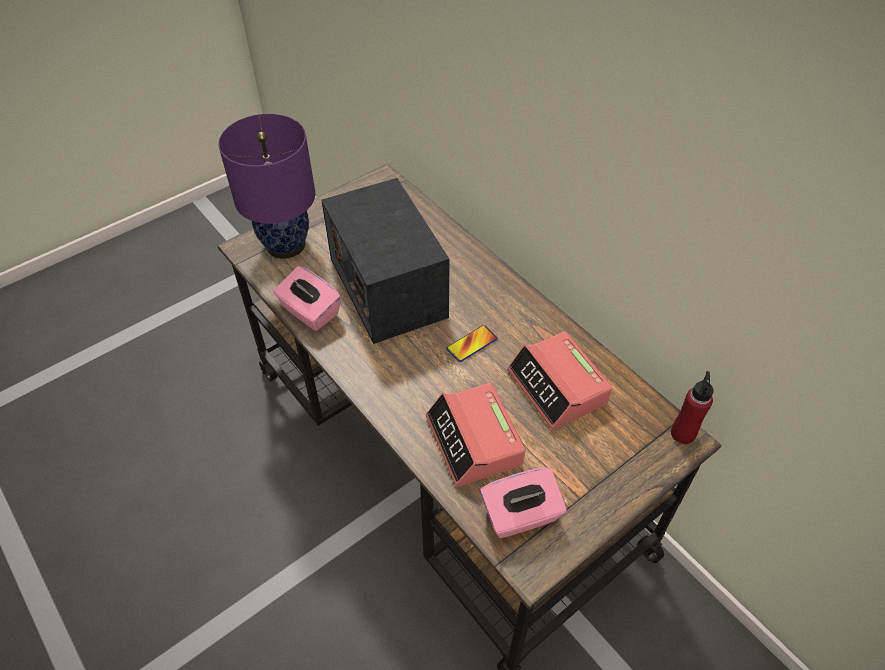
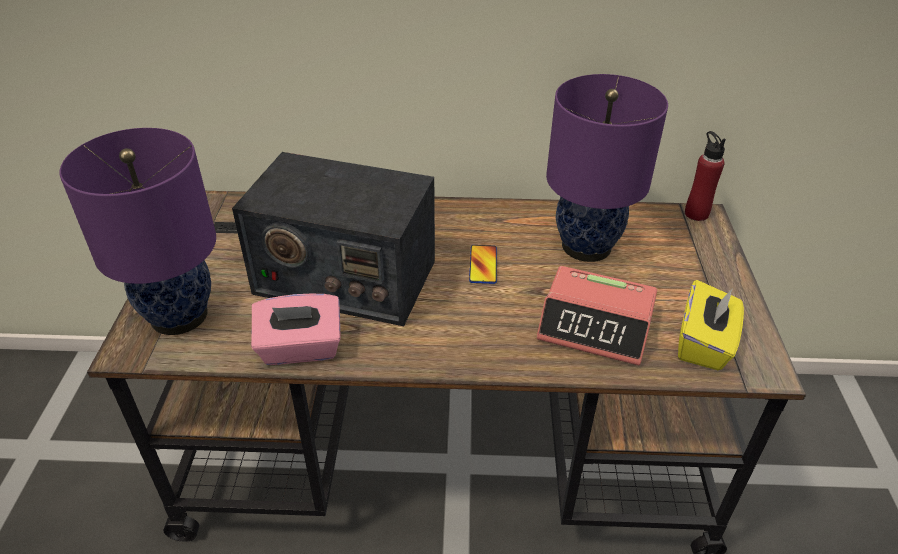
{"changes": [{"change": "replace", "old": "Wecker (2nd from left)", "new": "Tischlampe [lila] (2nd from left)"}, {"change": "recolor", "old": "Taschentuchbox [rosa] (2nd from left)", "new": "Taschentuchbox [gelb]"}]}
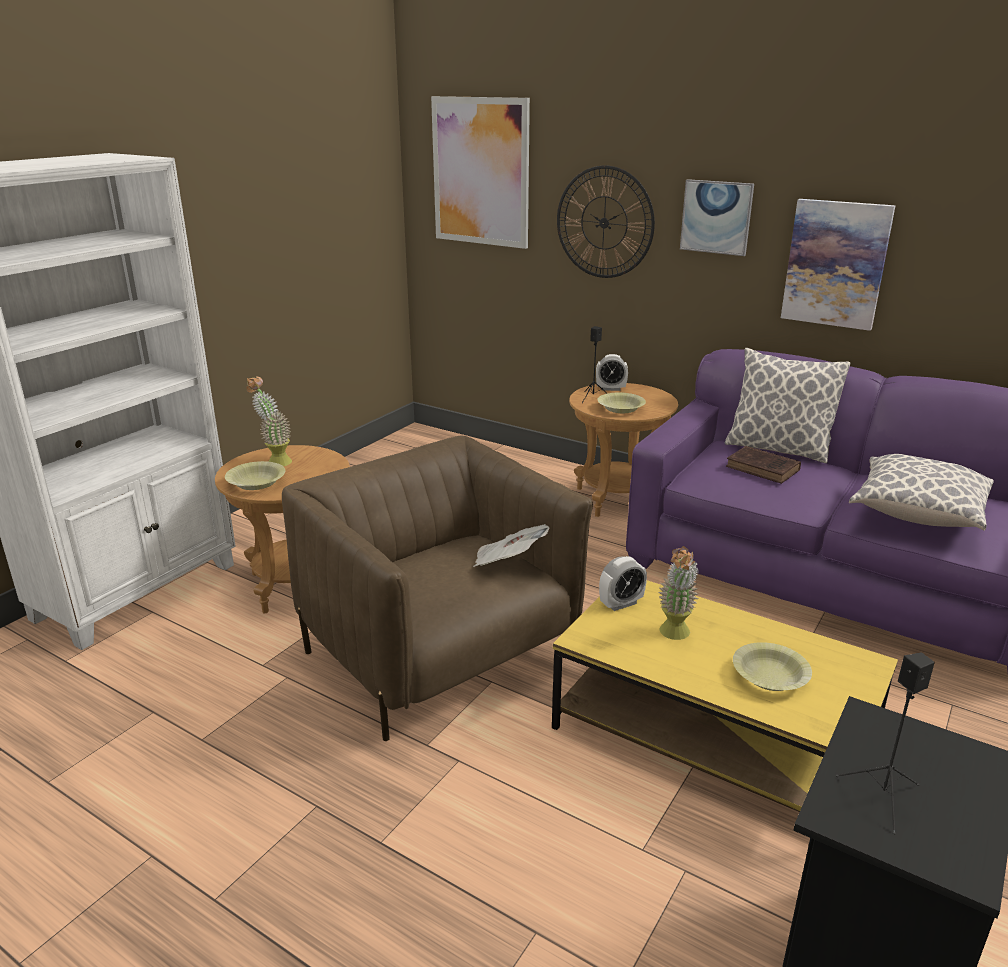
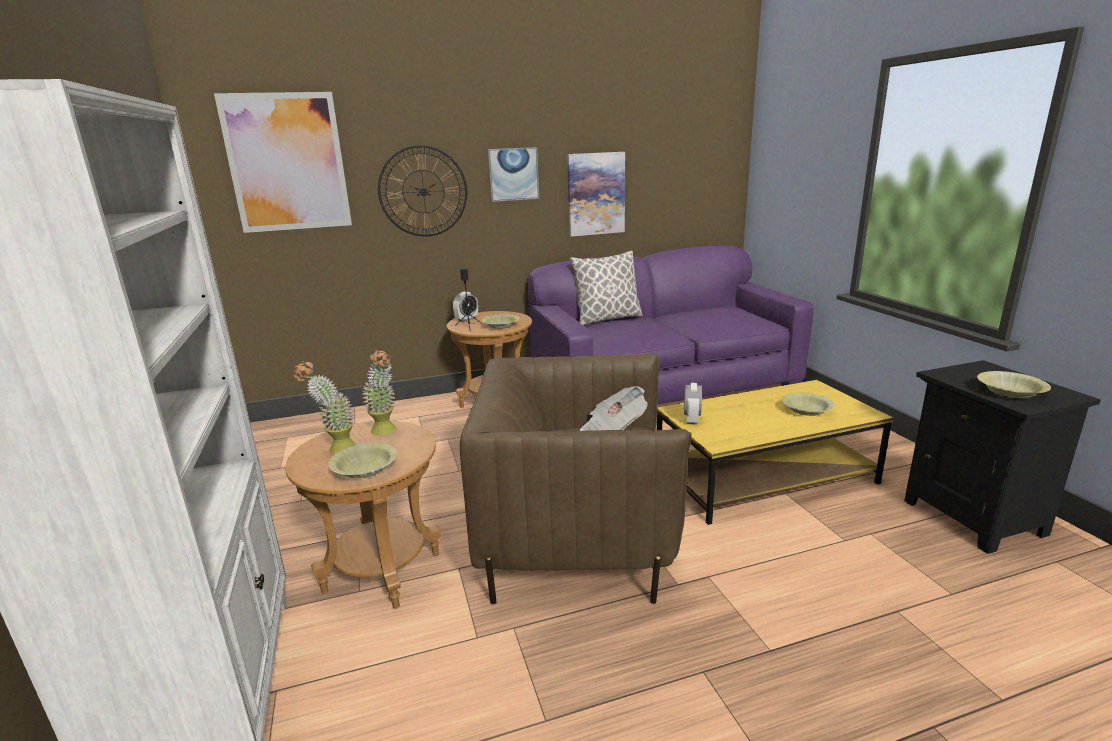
{"changes": [{"change": "delete", "old": "Buch [braun]"}, {"change": "delete", "old": "Kissen (2nd from left)"}, {"change": "move", "old": "Topfpflanze (2nd from left)"}, {"change": "replace", "old": "Lautsprecher [schwarz] (2nd from left)", "new": "Schüssel [gelb] (4th from left)"}]}
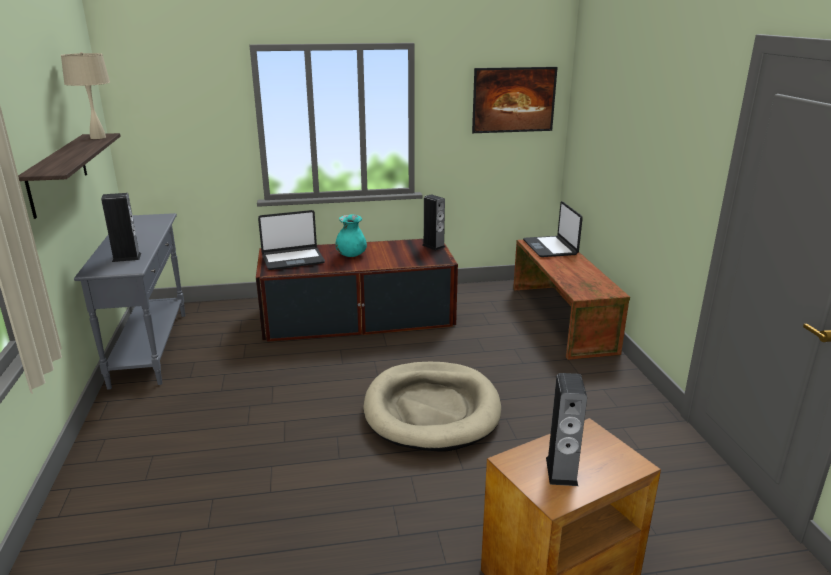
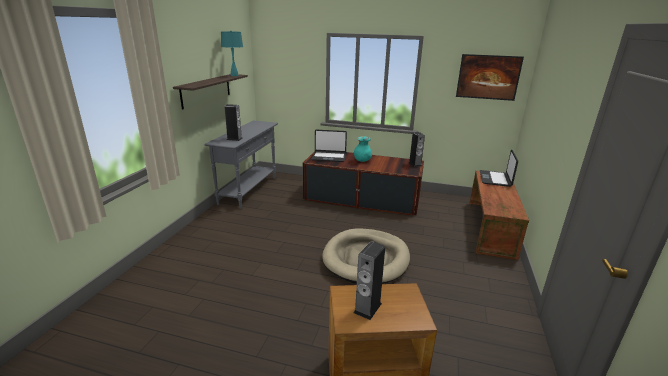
{"changes": [{"change": "recolor", "old": "Tischlampe [beige]", "new": "Tischlampe [türkis]"}]}
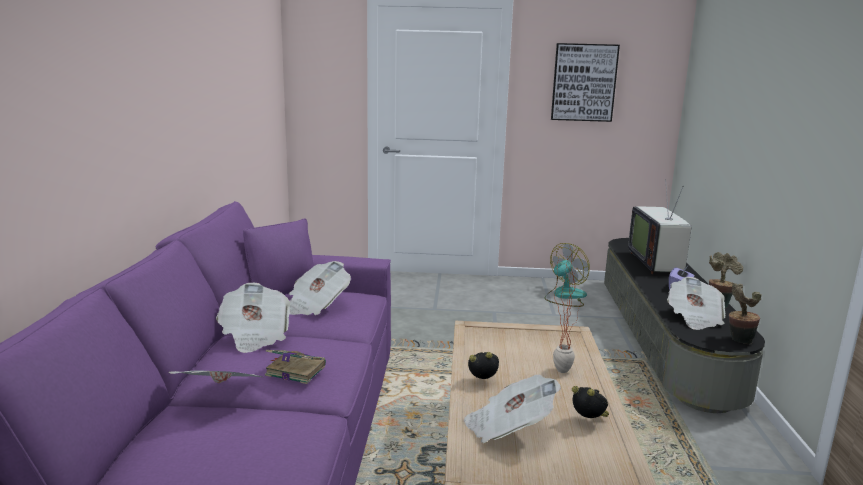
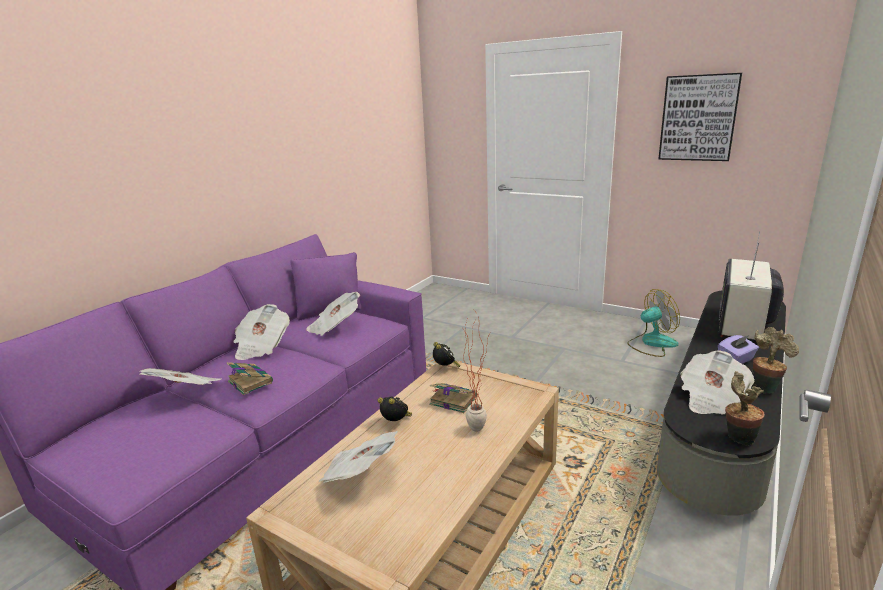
{"changes": [{"change": "insert", "new": "Buch (2nd from left)"}, {"change": "move", "old": "Wecker (2nd from left)"}]}
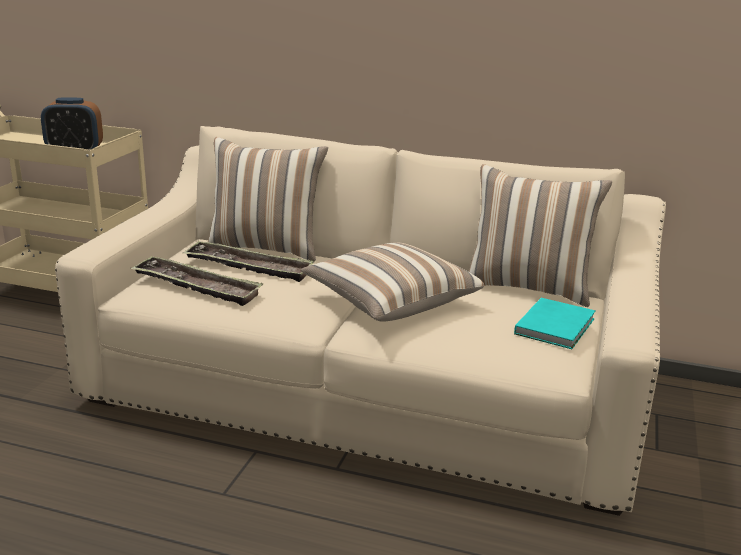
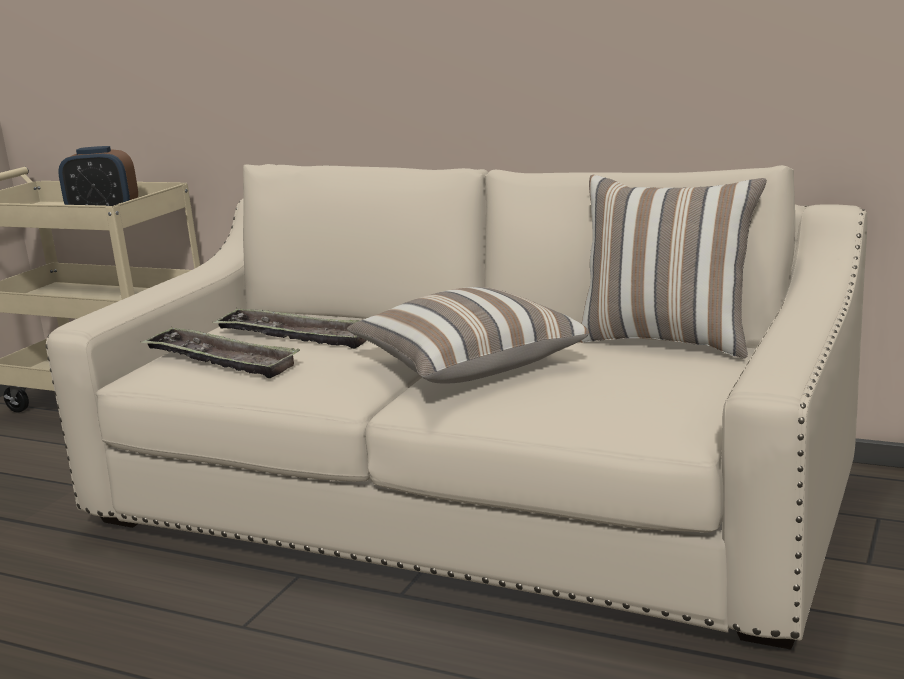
{"changes": [{"change": "delete", "old": "Kissen (1st from left)"}, {"change": "delete", "old": "Buch [türkis]"}]}
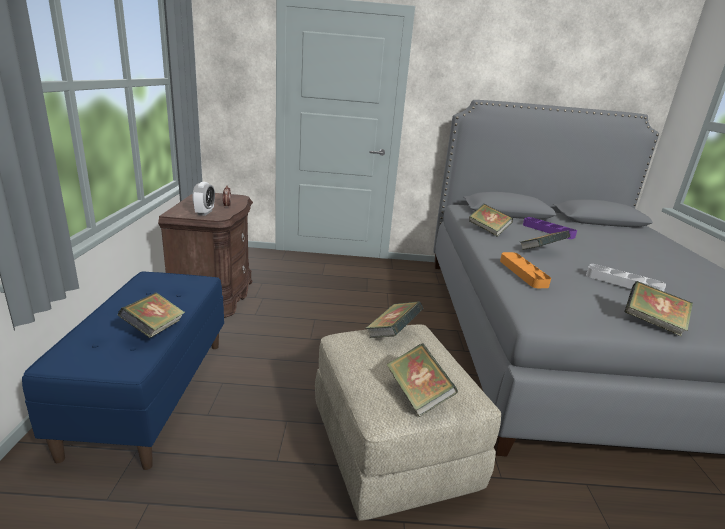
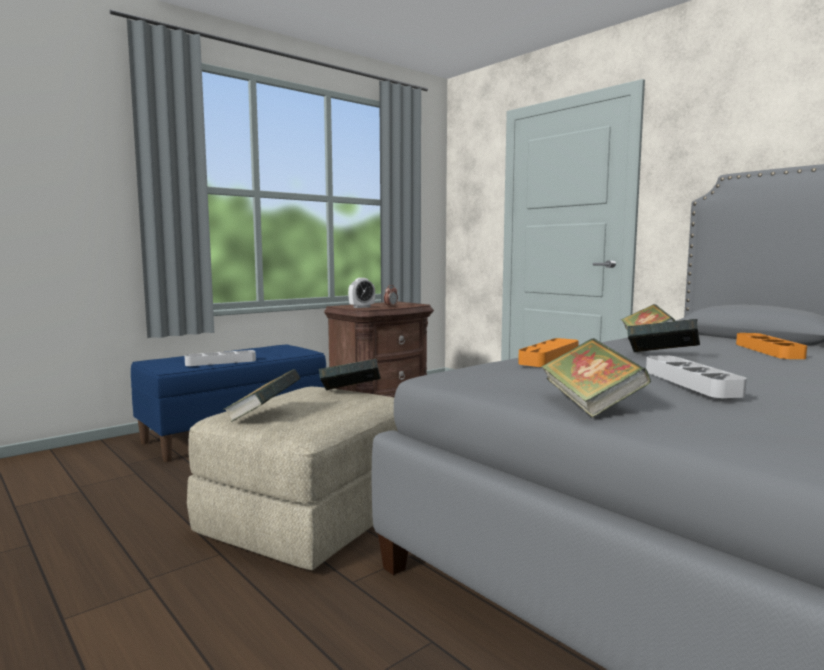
{"changes": [{"change": "replace", "old": "Buch (1st from left)", "new": "Tablett [grau] (1st from left)"}, {"change": "recolor", "old": "Tablett [lila]", "new": "Tablett [orange] (2nd from left)"}]}
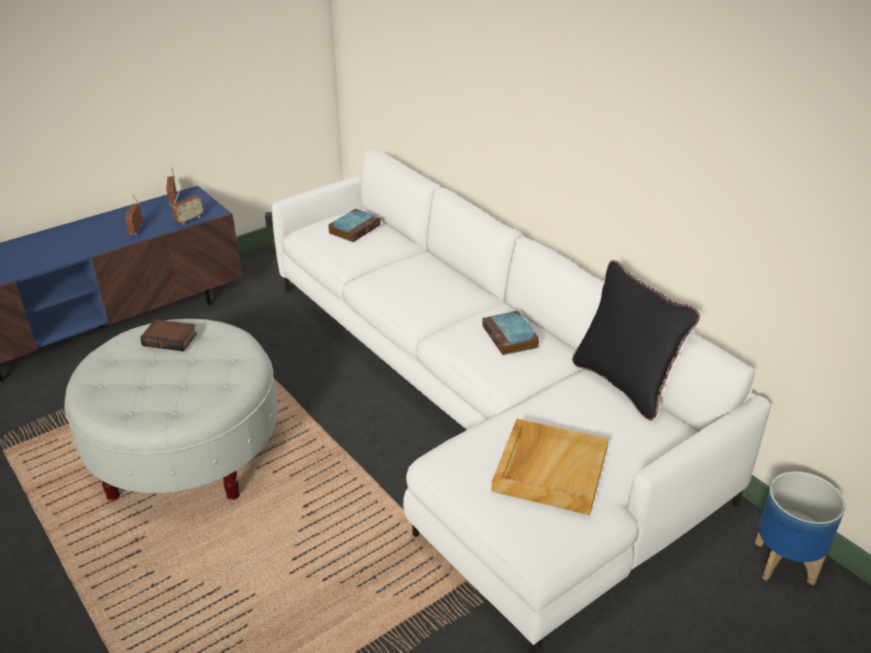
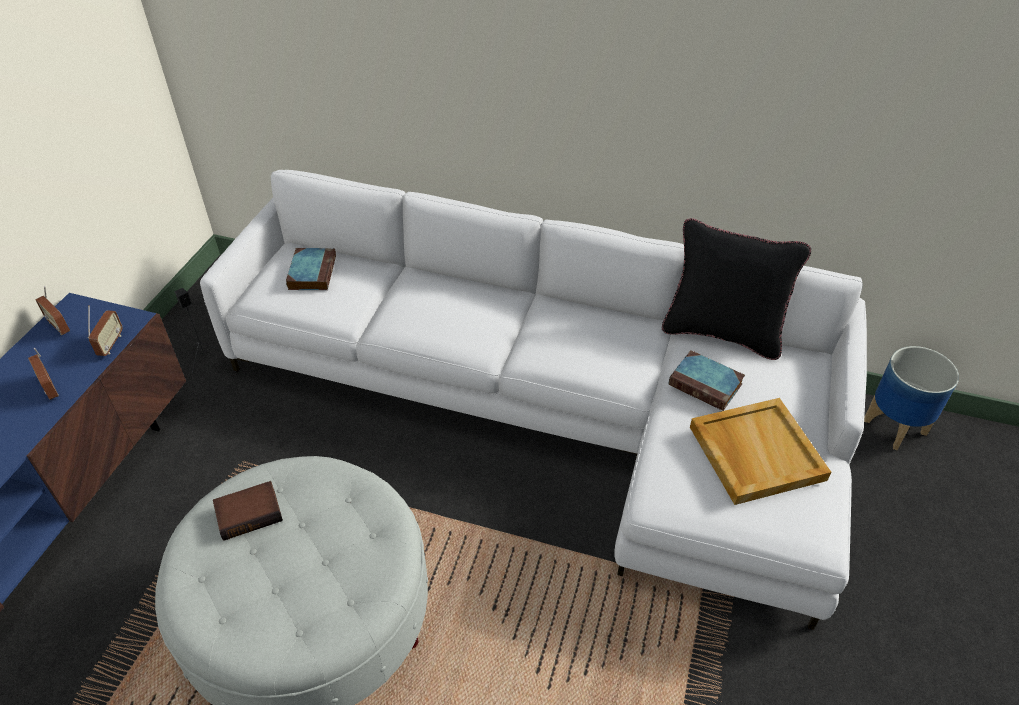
{"changes": [{"change": "move", "old": "Buch (3rd from left)"}]}
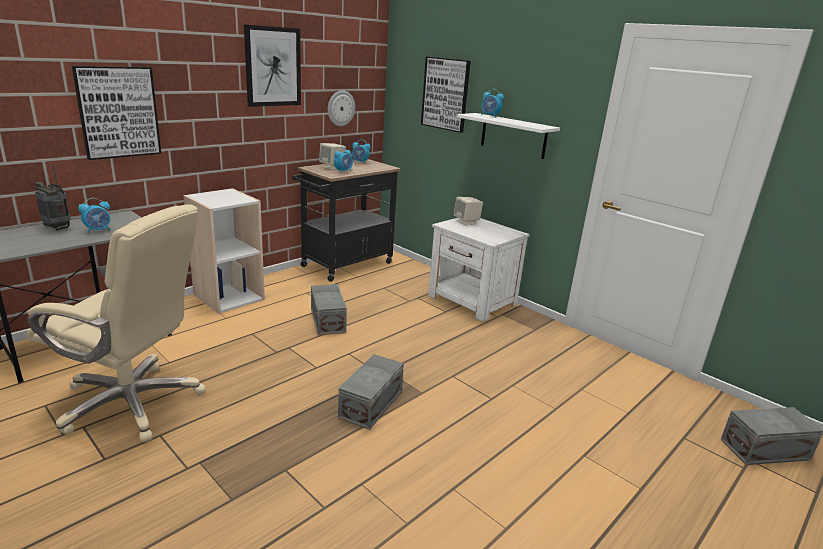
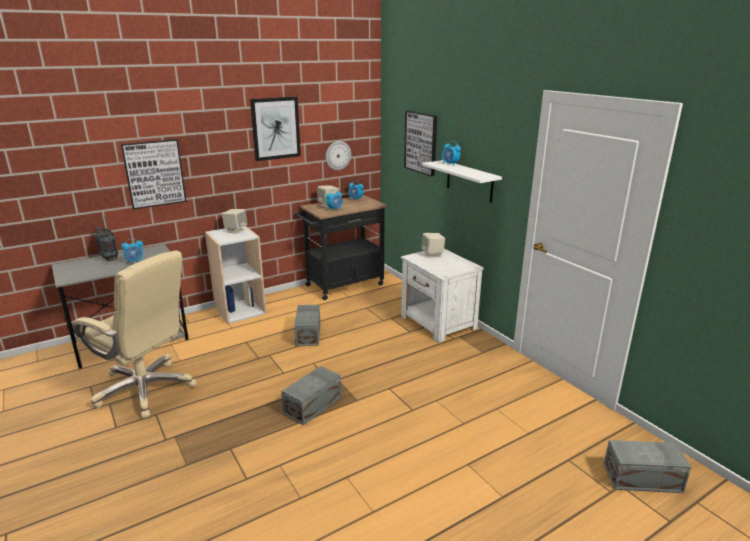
{"changes": [{"change": "insert", "new": "Lautsprecher [beige] (1st from left)"}]}
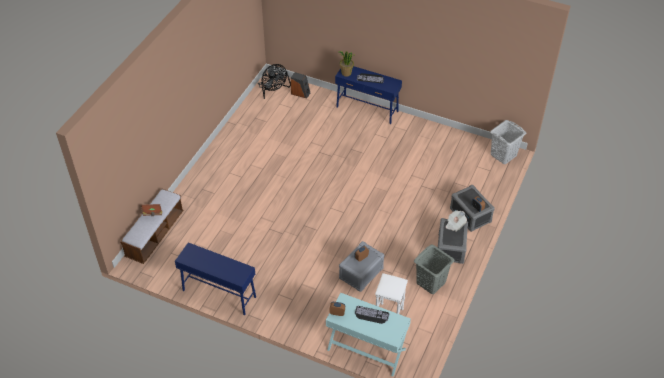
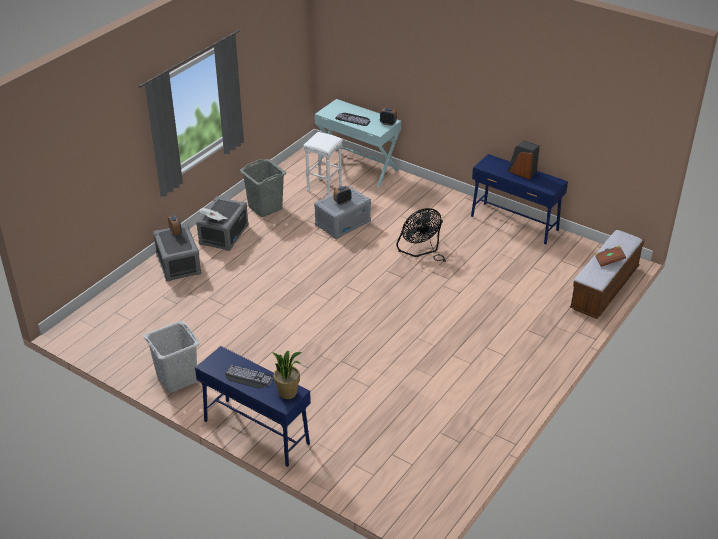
{"changes": [{"change": "move", "old": "Ventilator [schwarz]"}, {"change": "move", "old": "Lautsprecher"}, {"change": "move", "old": "Wäschekorb [grau] (2nd from left in the first image)", "new": "Wäschekorb [grau] (1st from left)"}]}
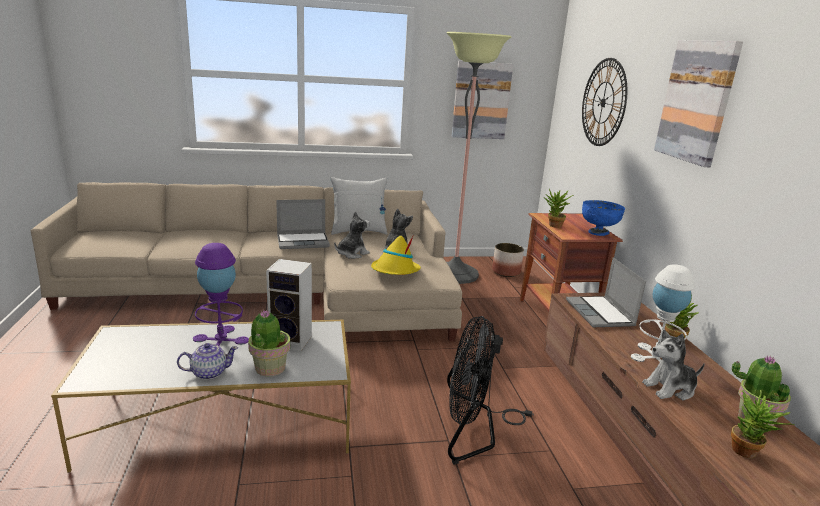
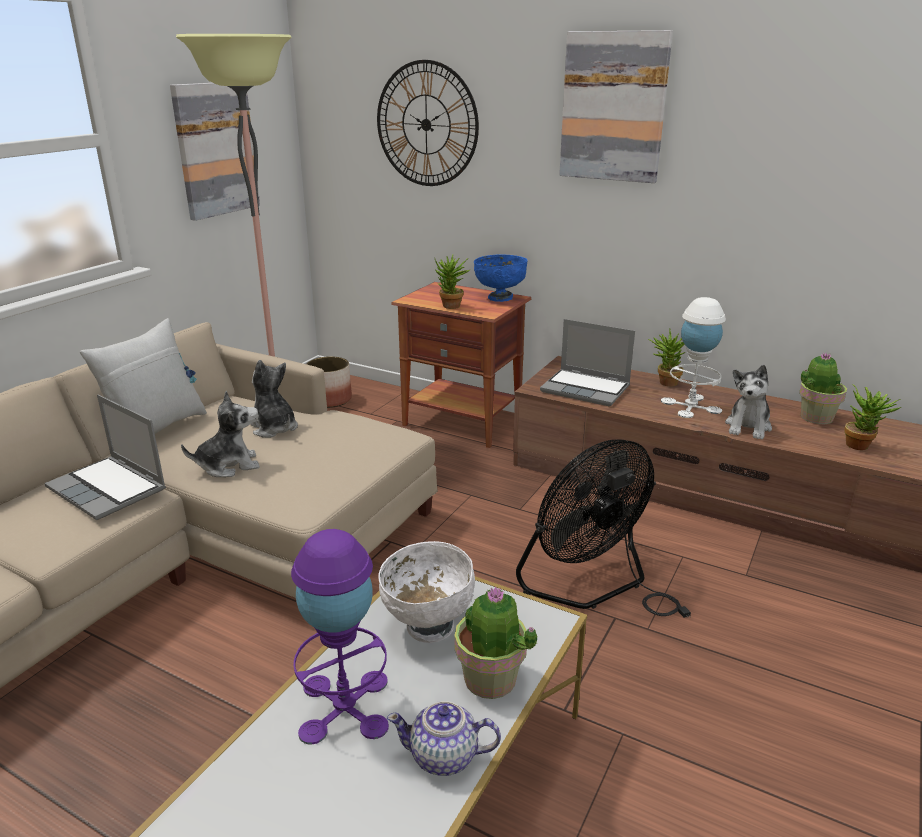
{"changes": [{"change": "delete", "old": "Hut [gelb]"}, {"change": "replace", "old": "Lautsprecher", "new": "Schüssel [weiß]"}, {"change": "rotate", "old": "Teekanne", "degrees": -105}, {"change": "rotate", "old": "Laptop (1st from left)", "degrees": 105}, {"change": "rotate", "old": "Plüschtier (1st from left)", "degrees": 75}, {"change": "rotate", "old": "Ventilator [schwarz]", "degrees": 105}]}
